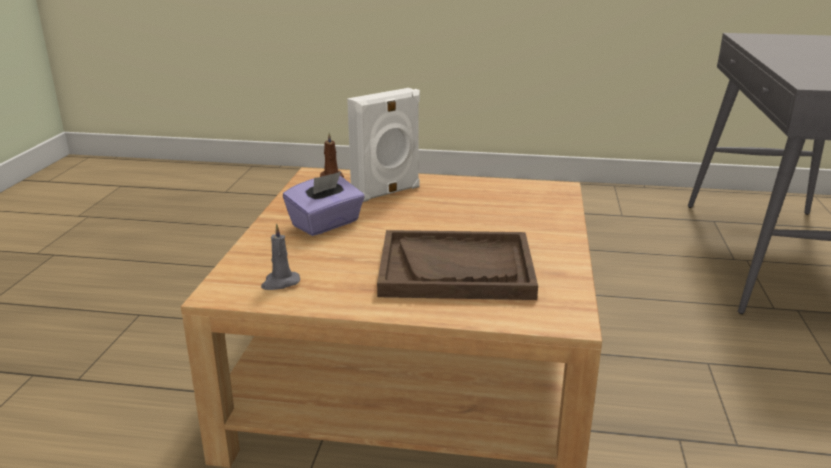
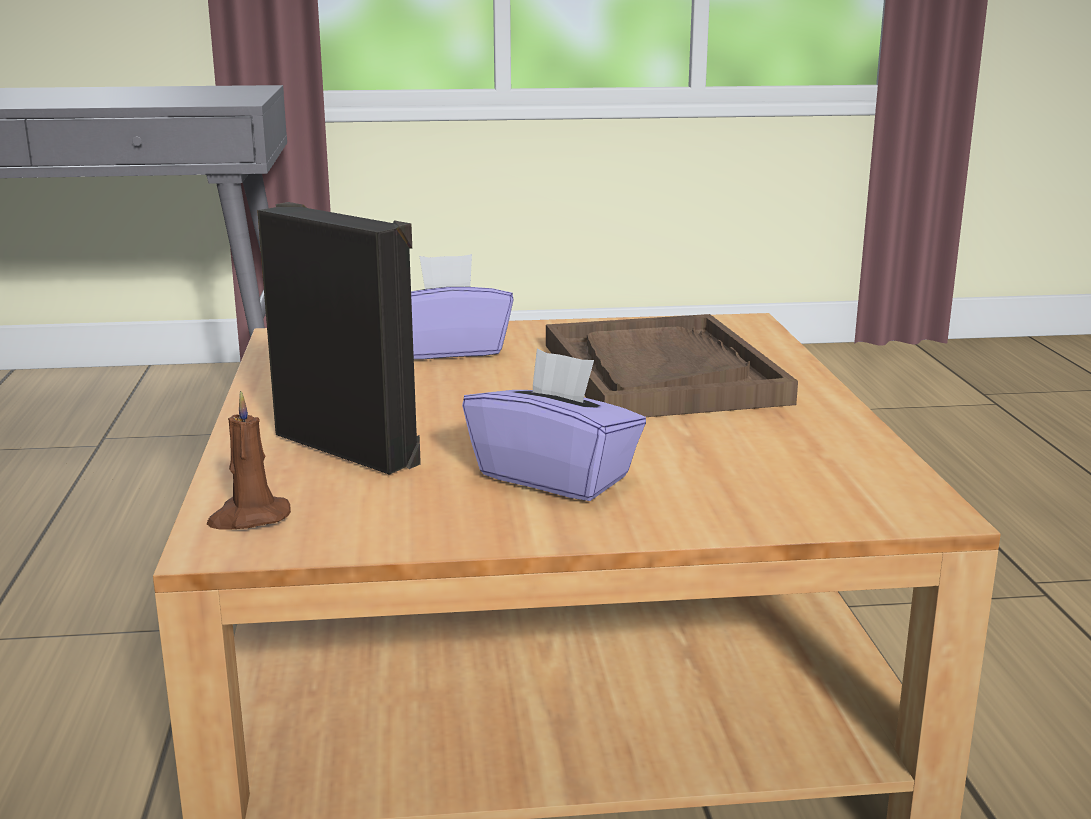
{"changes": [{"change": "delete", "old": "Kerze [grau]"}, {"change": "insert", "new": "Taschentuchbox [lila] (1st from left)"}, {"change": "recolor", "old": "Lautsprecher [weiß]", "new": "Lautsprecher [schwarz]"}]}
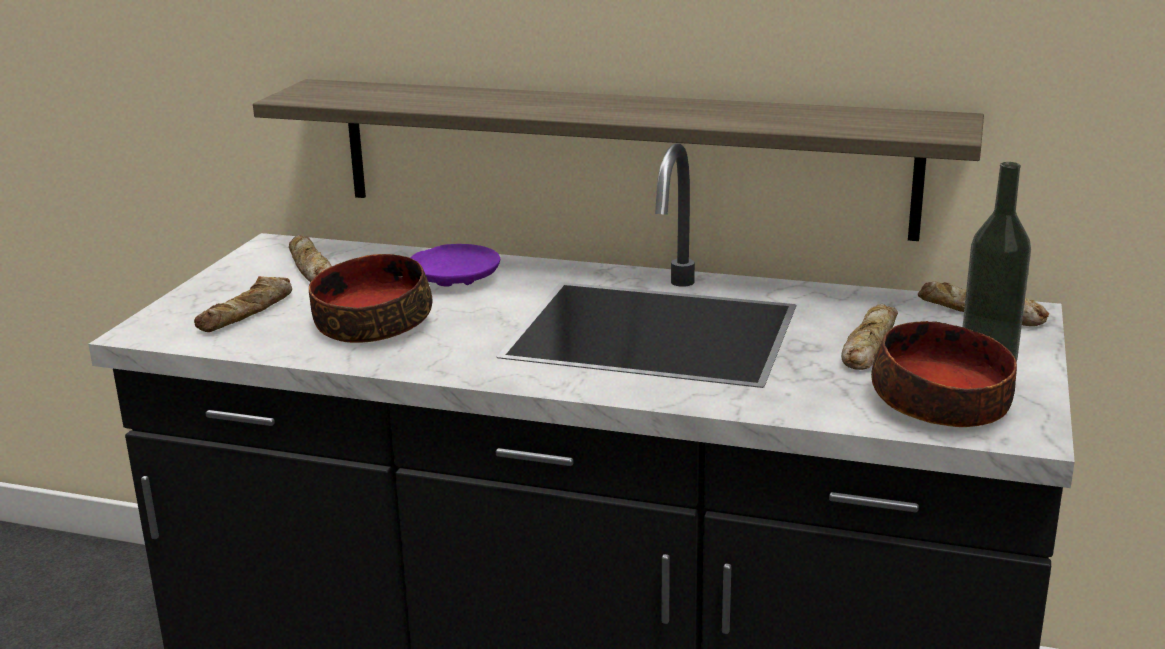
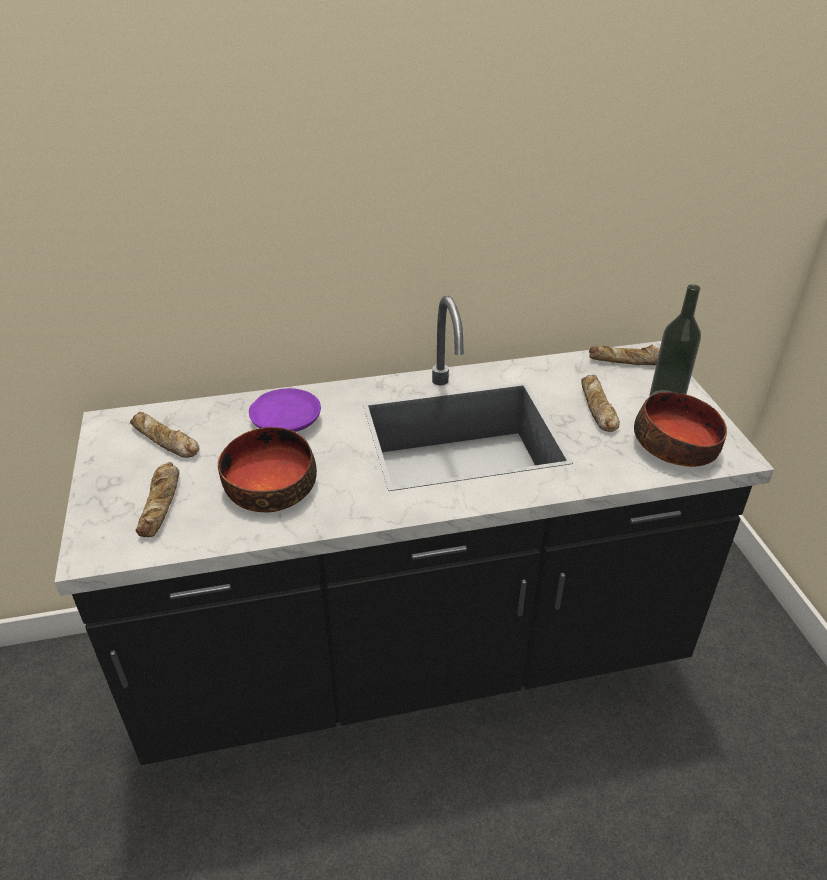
{"changes": [{"change": "delete", "old": "Wandregal"}]}
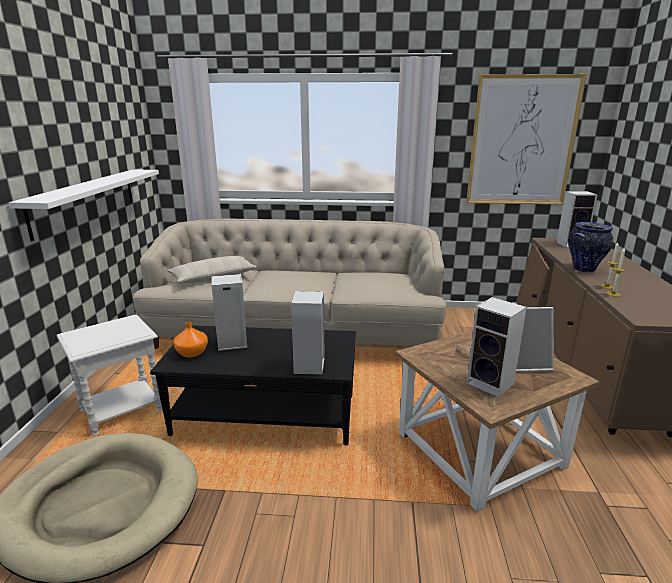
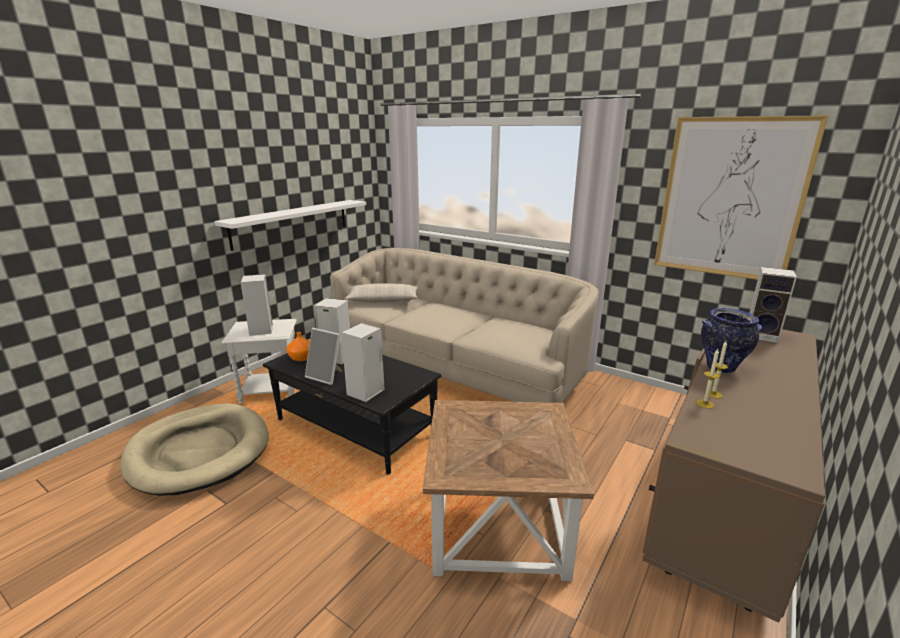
{"changes": [{"change": "move", "old": "Lautsprecher (3rd from left in the first image)", "new": "Lautsprecher (1st from left)"}, {"change": "move", "old": "Bilderrahmen"}]}
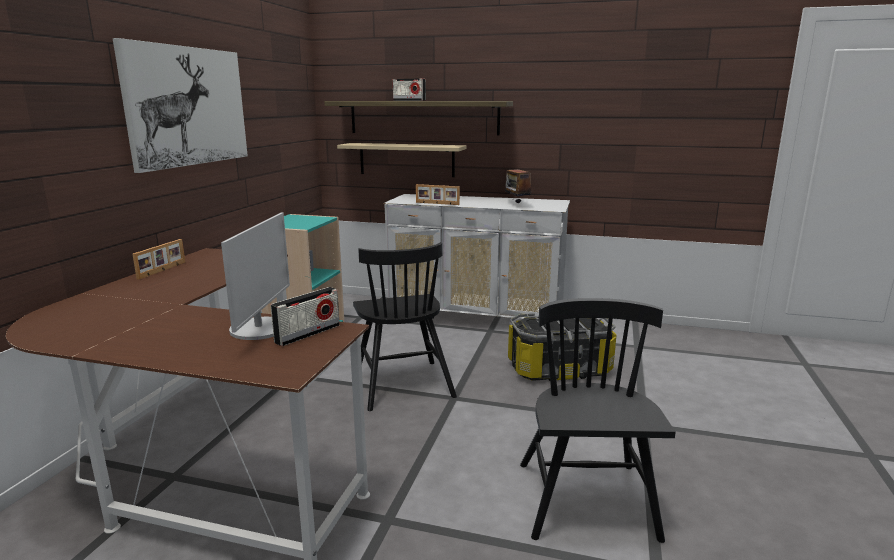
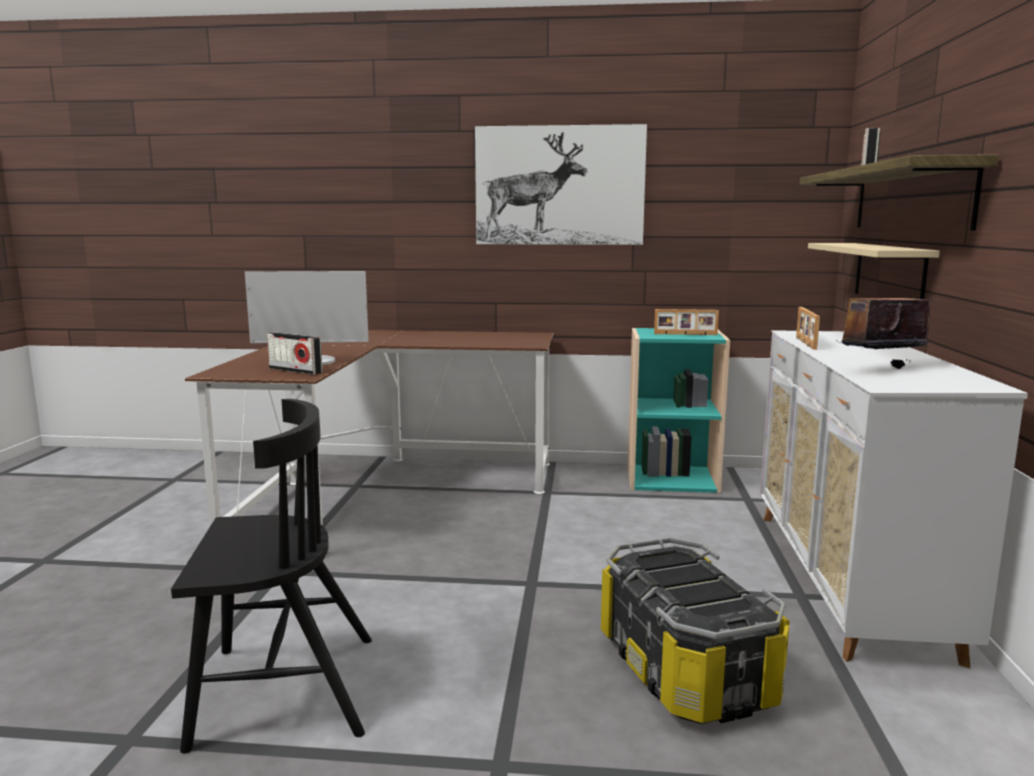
{"changes": [{"change": "delete", "old": "Stuhl [schwarz] (1st from left)"}, {"change": "move", "old": "Bilderrahmen (1st from left)"}]}
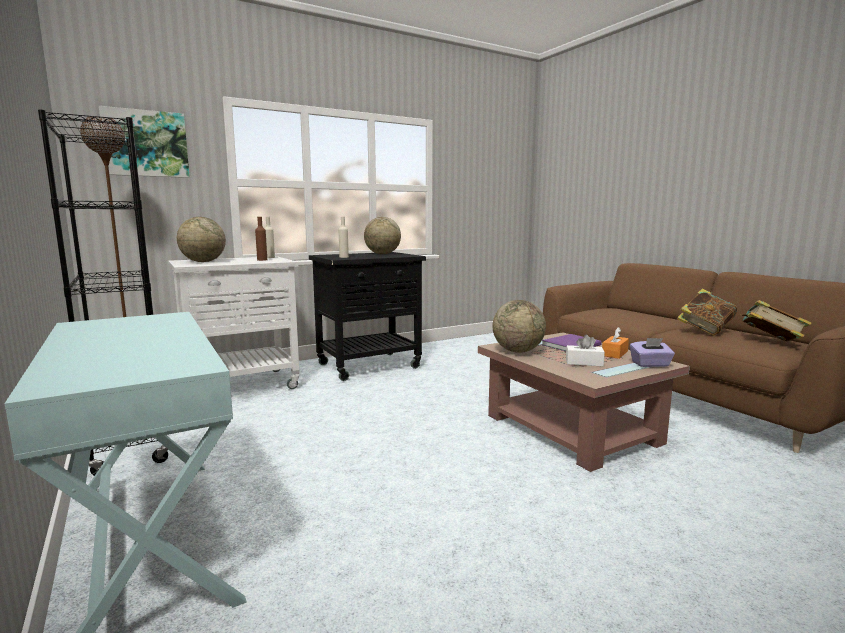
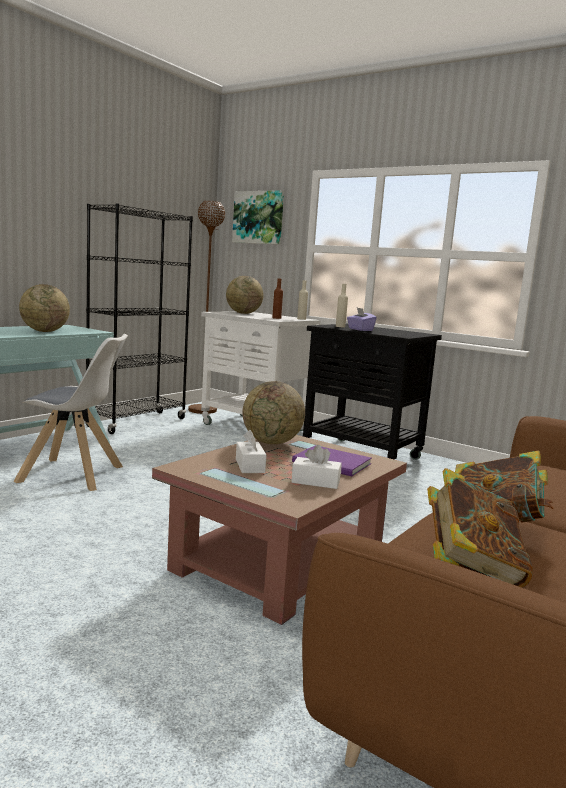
{"changes": [{"change": "insert", "new": "Stuhl"}, {"change": "move", "old": "Globus (2nd from left in the first image)", "new": "Globus (1st from left)"}, {"change": "move", "old": "Taschentuchbox [lila]"}, {"change": "recolor", "old": "Taschentuchbox [orange]", "new": "Taschentuchbox [weiß] (2nd from left)"}]}
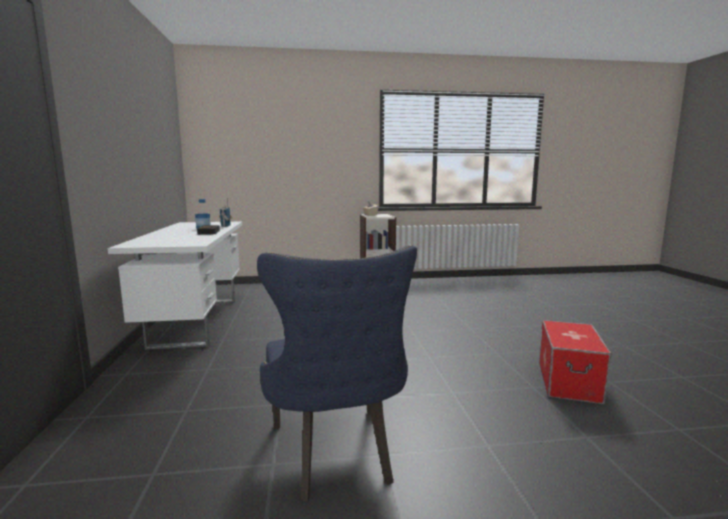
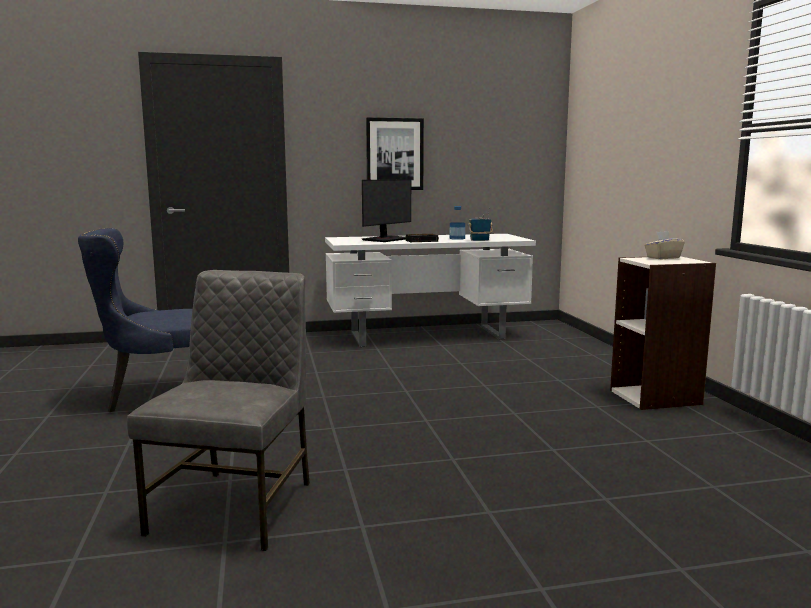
{"changes": [{"change": "insert", "new": "Monitor"}, {"change": "insert", "new": "Bild"}, {"change": "replace", "old": "Aufbewahrungsbox", "new": "Stuhl [grau]"}]}
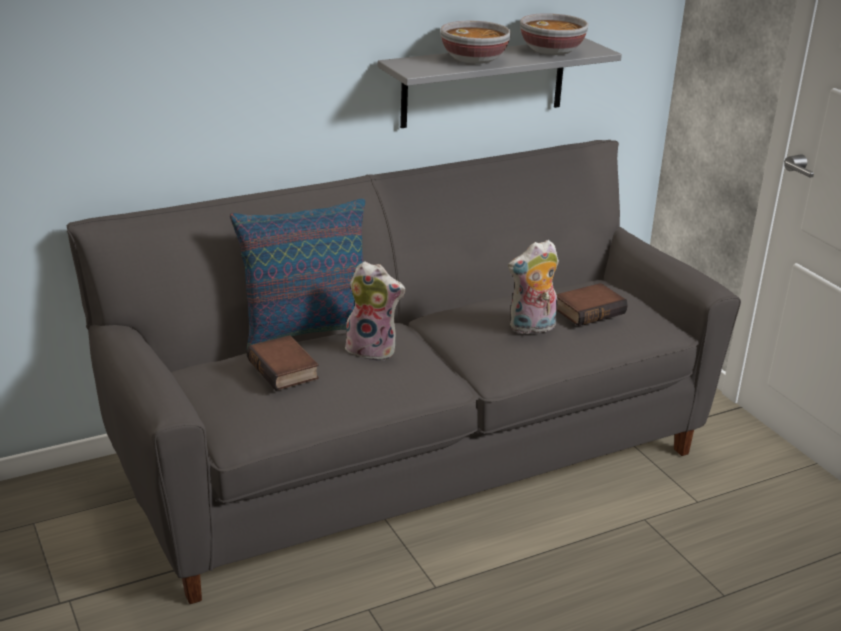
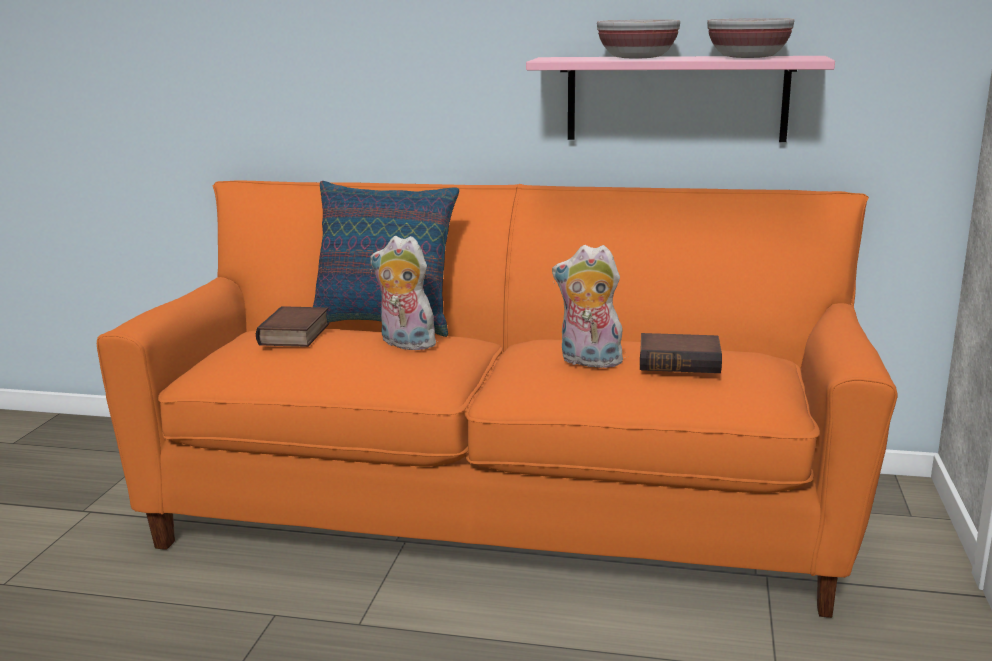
{"changes": [{"change": "recolor", "old": "Sofa [grau]", "new": "Sofa [orange]"}, {"change": "recolor", "old": "Wandregal [grau]", "new": "Wandregal [rosa]"}, {"change": "rotate", "old": "Plüschtier (1st from left)", "degrees": 150}]}
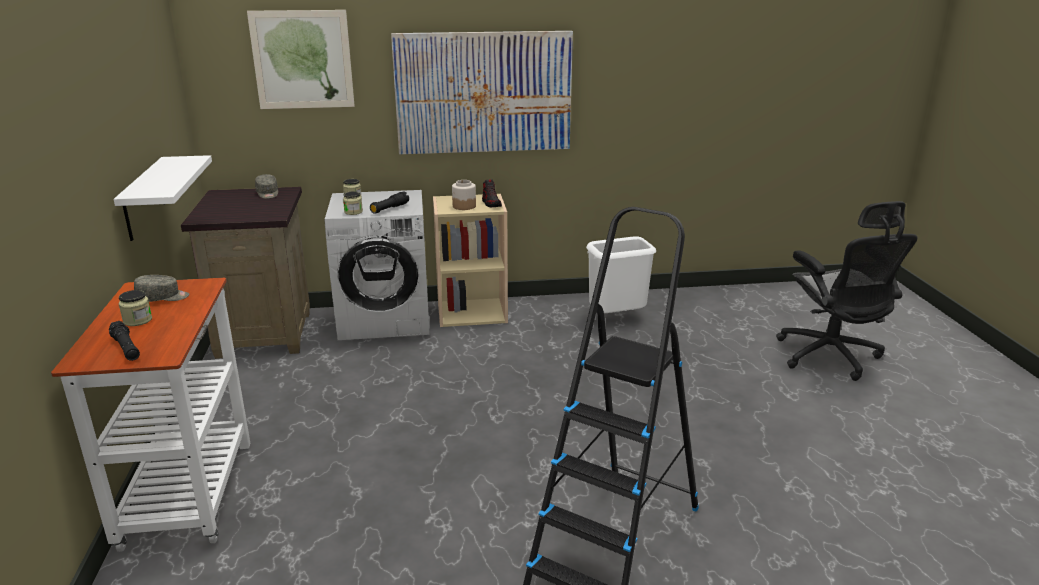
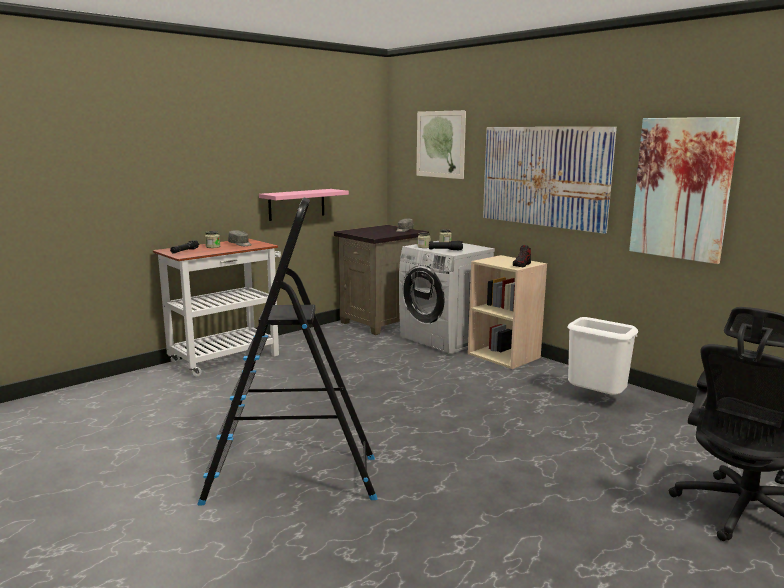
{"changes": [{"change": "delete", "old": "Vorratsglas (4th from left)"}, {"change": "insert", "new": "Bild (3rd from left)"}, {"change": "recolor", "old": "Wandregal [weiß]", "new": "Wandregal [rosa]"}]}
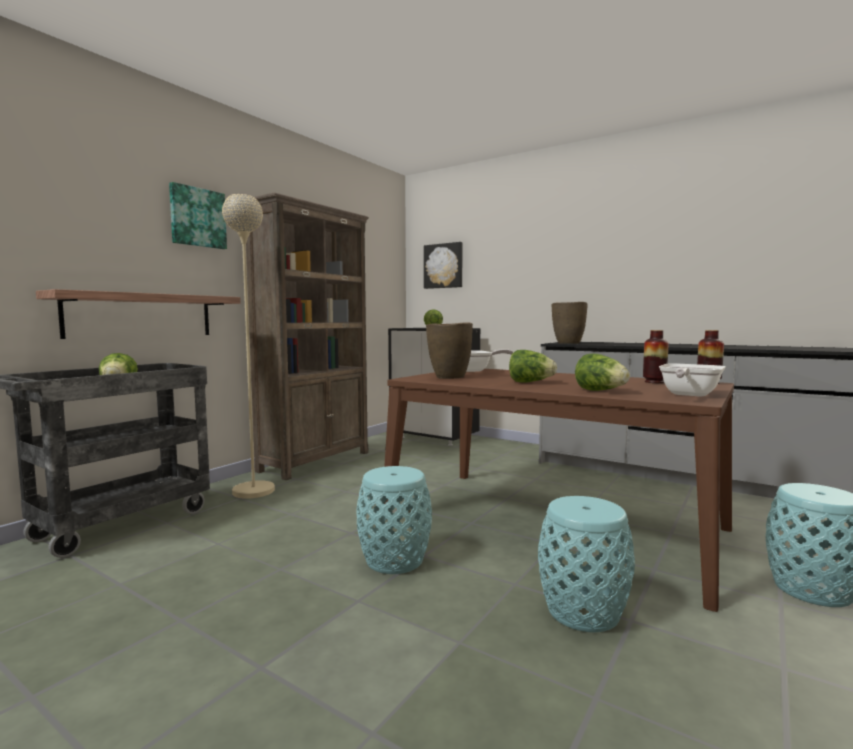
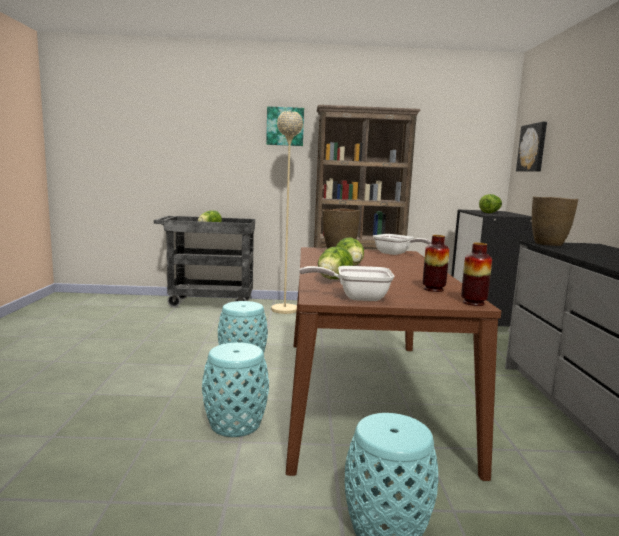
{"changes": [{"change": "delete", "old": "Wandregal"}]}
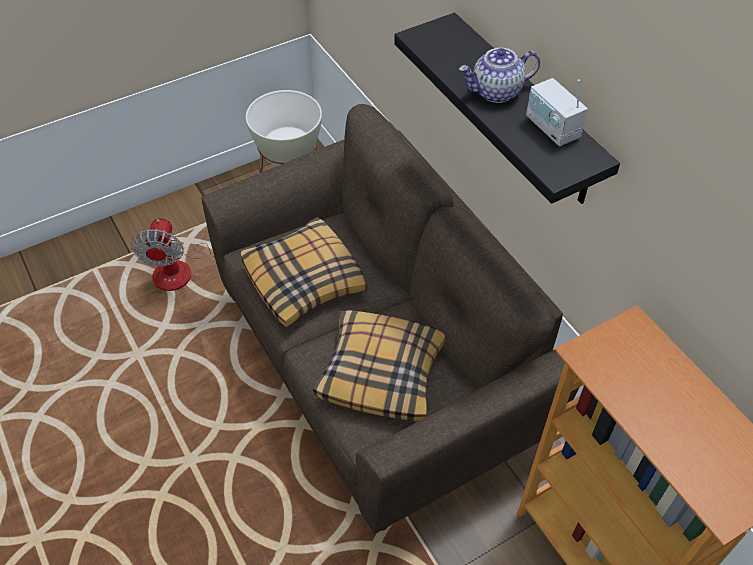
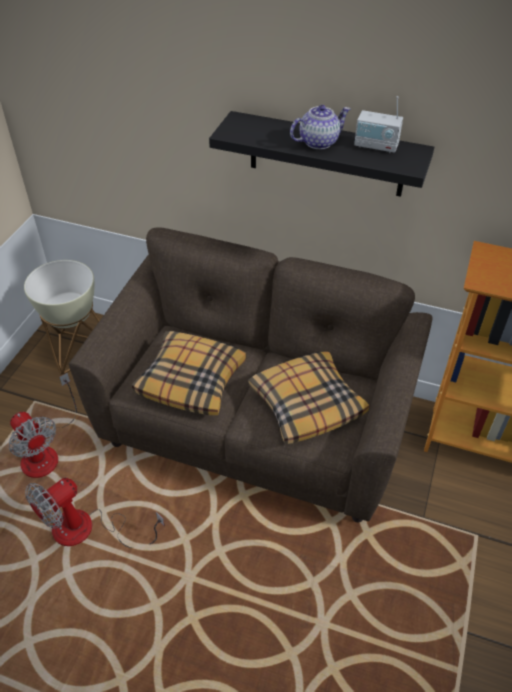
{"changes": [{"change": "insert", "new": "Ventilator (2nd from left)"}, {"change": "rotate", "old": "Teekanne", "degrees": -150}]}
